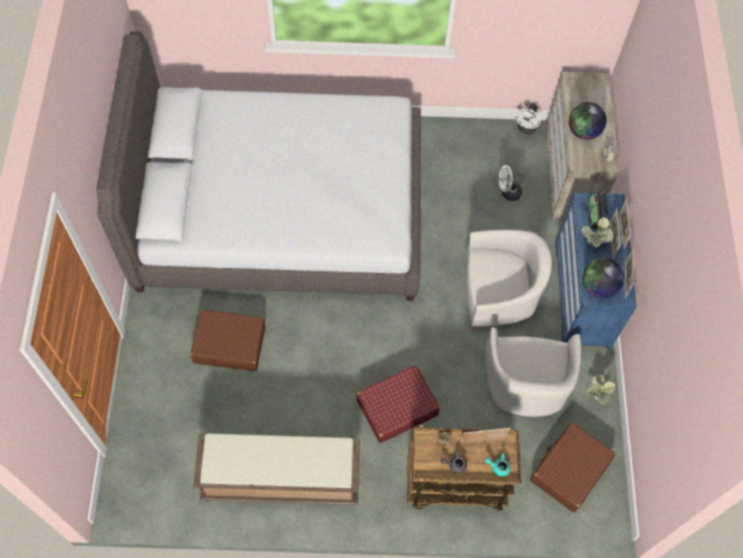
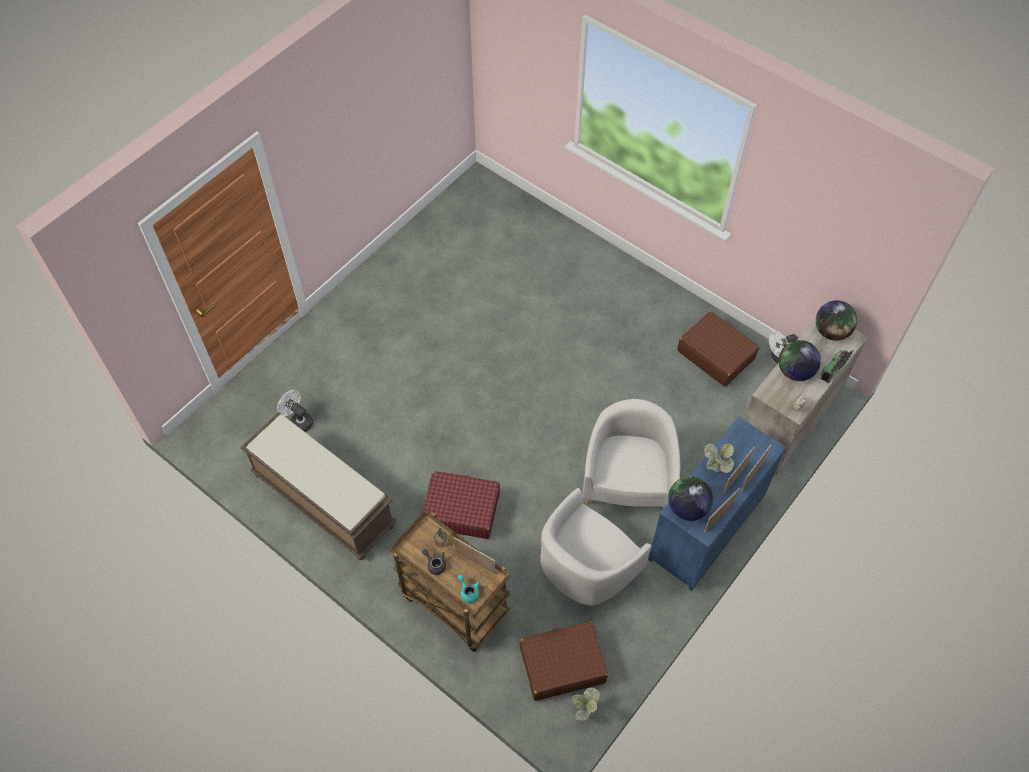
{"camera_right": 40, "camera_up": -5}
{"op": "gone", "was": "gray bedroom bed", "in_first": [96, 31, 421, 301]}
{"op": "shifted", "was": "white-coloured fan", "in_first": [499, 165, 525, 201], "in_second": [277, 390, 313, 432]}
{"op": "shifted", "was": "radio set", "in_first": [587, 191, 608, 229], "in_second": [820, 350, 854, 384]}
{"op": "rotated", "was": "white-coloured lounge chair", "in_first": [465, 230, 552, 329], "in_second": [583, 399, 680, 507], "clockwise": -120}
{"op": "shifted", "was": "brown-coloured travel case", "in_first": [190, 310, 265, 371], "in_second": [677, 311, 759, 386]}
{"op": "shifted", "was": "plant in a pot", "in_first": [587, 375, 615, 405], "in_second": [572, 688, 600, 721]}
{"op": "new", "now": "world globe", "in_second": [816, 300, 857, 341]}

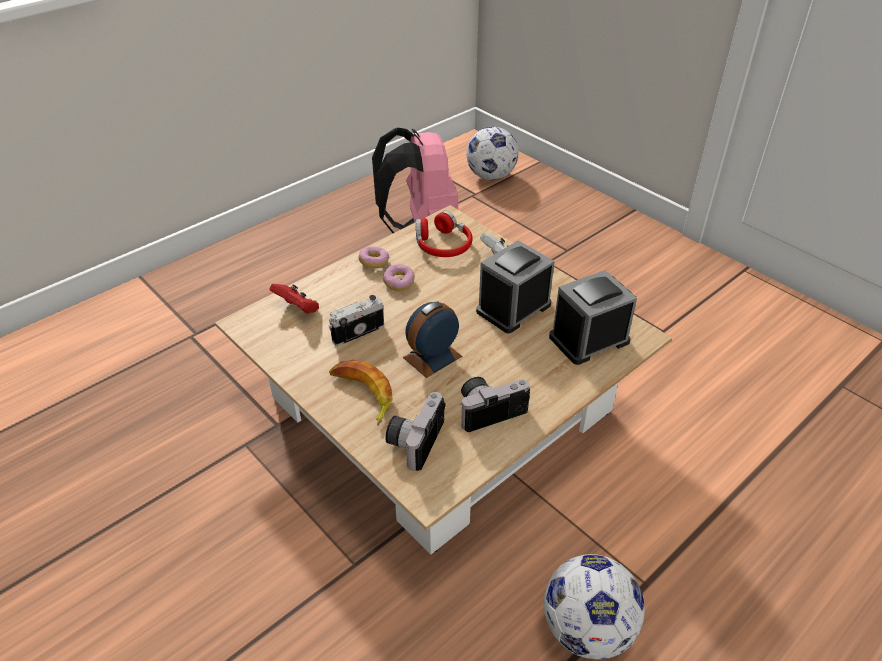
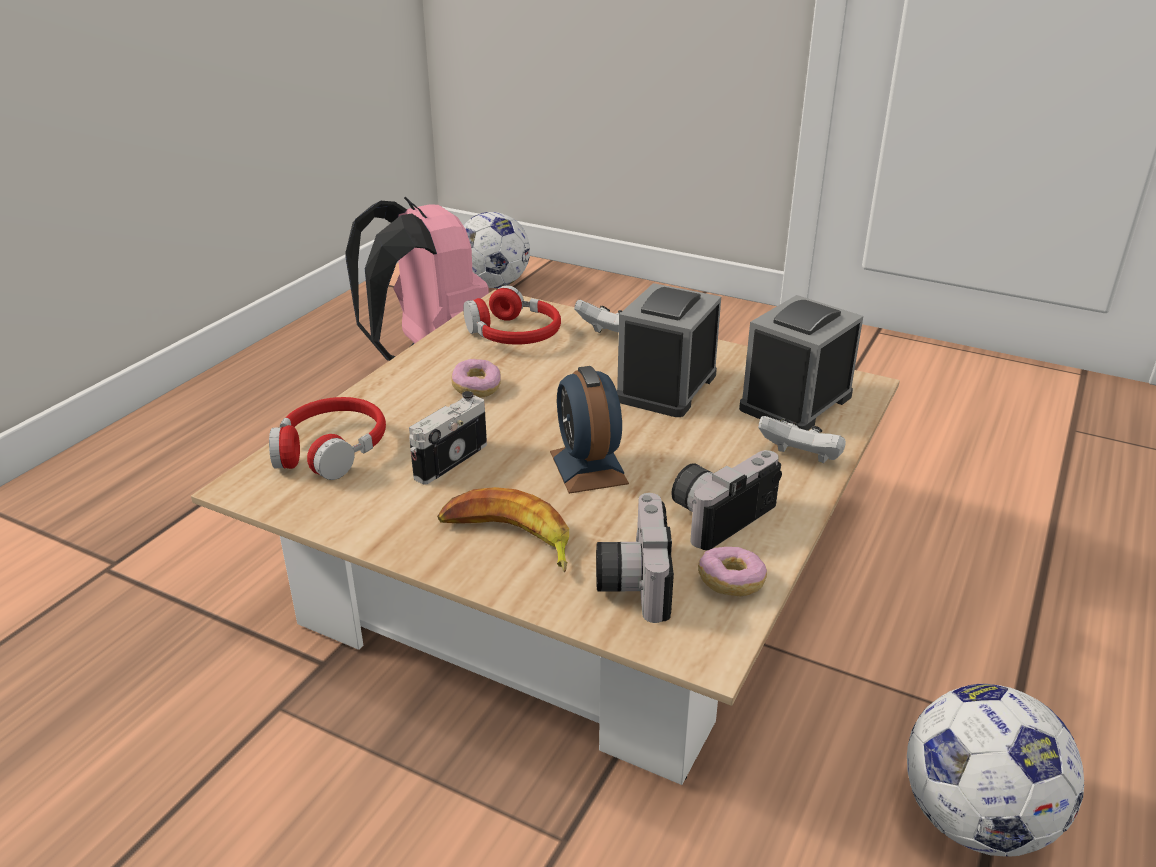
{"camera_right": -20, "camera_up": -10}
{"op": "shifted", "was": "ring doughnut", "in_first": [359, 246, 389, 268], "in_second": [698, 547, 767, 596]}
{"op": "swapped", "was": "red-coloured joypad", "now": "red-coloured headset", "in_first": [270, 284, 319, 314], "in_second": [269, 397, 386, 480]}
{"op": "rotated", "was": "bedside clock", "in_first": [403, 301, 462, 378], "in_second": [550, 366, 629, 494], "clockwise": -45}
{"op": "new", "now": "white-coloured joypad", "in_second": [758, 416, 846, 463]}

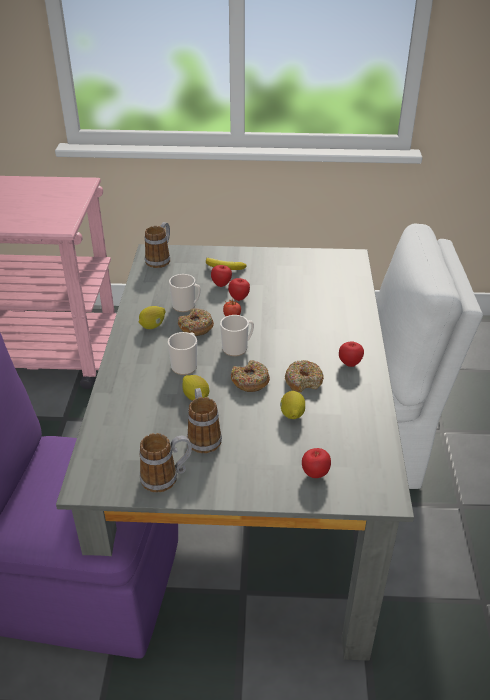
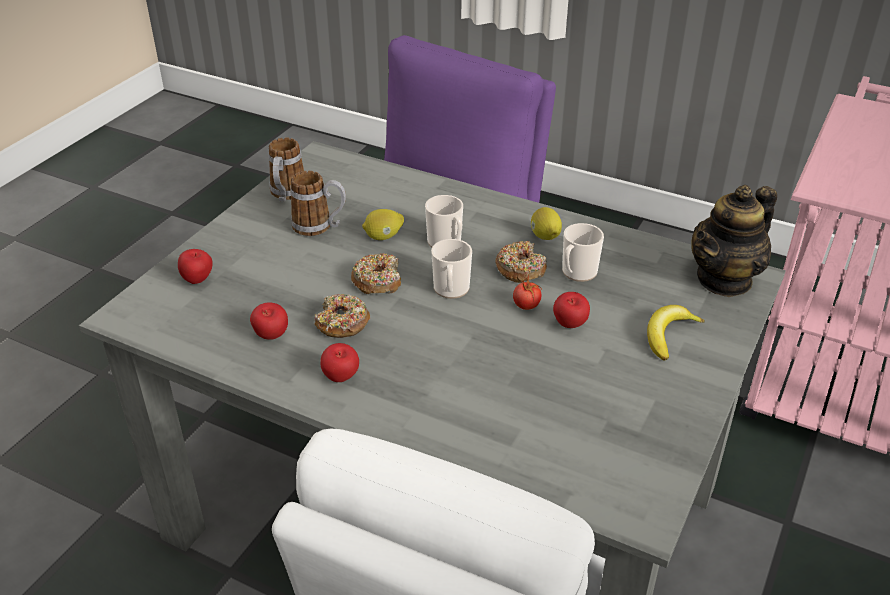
{"camera_right": 115, "camera_up": 0}
{"op": "swapped", "was": "coffee mug", "now": "teapot", "in_first": [145, 222, 170, 268], "in_second": [691, 185, 777, 297]}
{"op": "shifted", "was": "apple fruit", "in_first": [211, 265, 232, 287], "in_second": [250, 303, 288, 340]}
{"op": "gone", "was": "whole lemon", "in_first": [280, 391, 305, 419]}

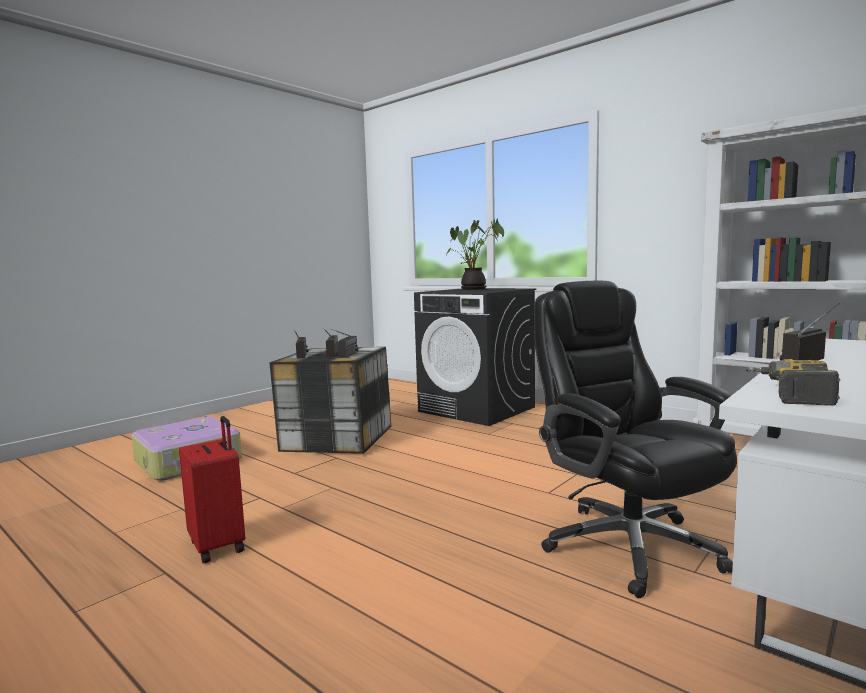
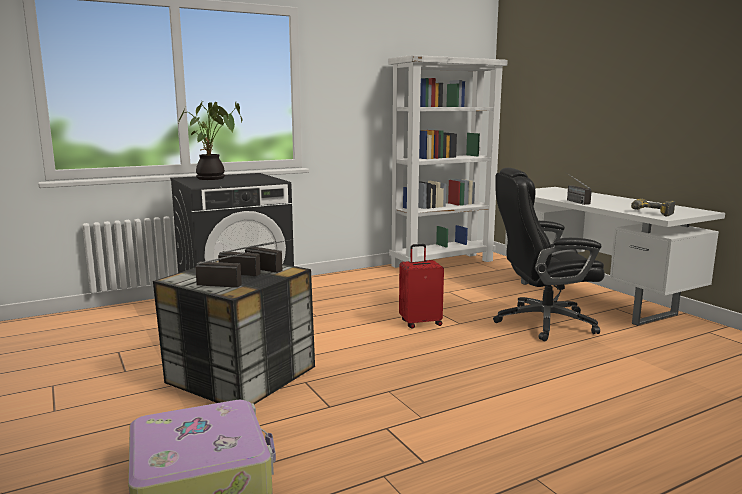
{"camera_right": -70, "camera_up": 5}
{"op": "shifted", "was": "red-coloured travel case", "in_first": [179, 416, 245, 563], "in_second": [399, 244, 444, 329]}

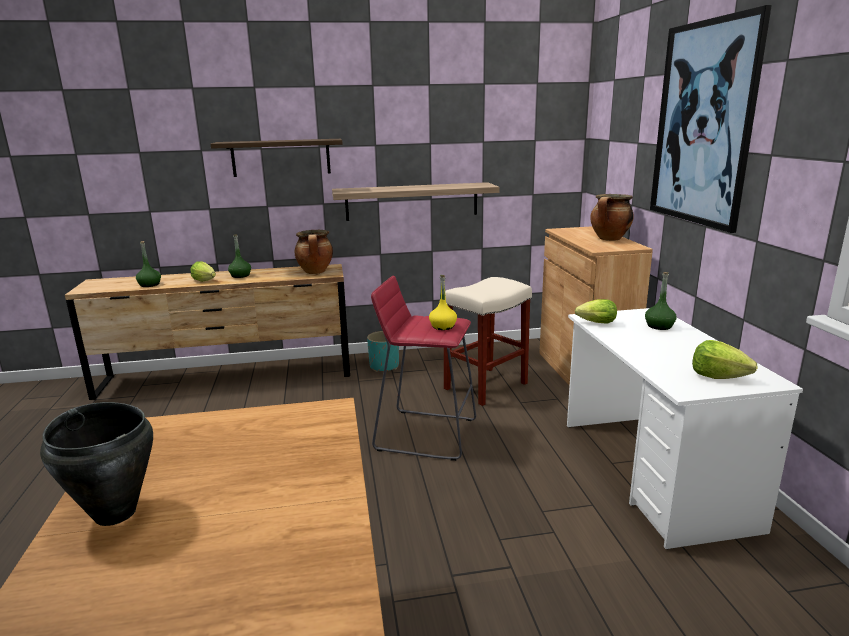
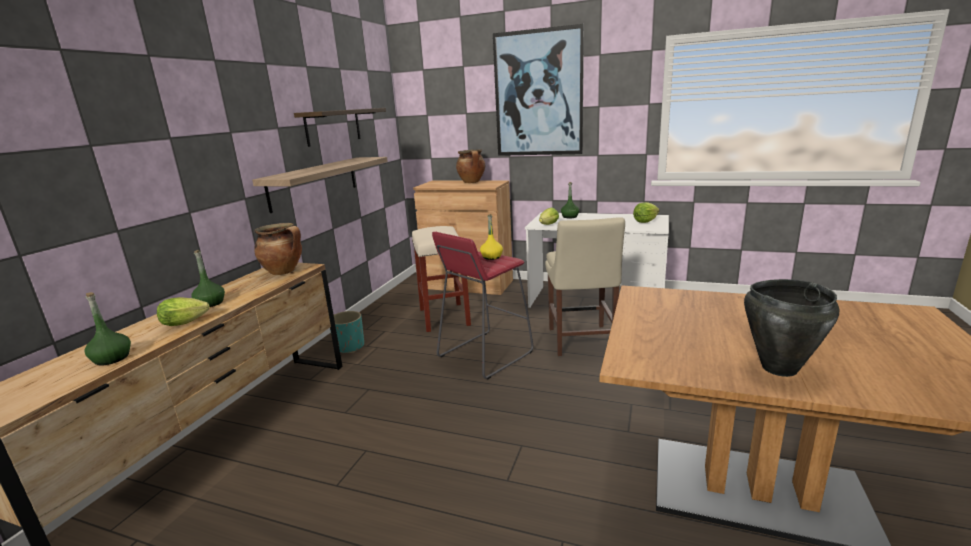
{"camera_right": -60, "camera_up": 0}
{"op": "shifted", "was": "shelf", "in_first": [210, 139, 343, 177], "in_second": [294, 108, 386, 147]}
{"op": "new", "now": "beige upright chair", "in_second": [545, 217, 625, 356]}

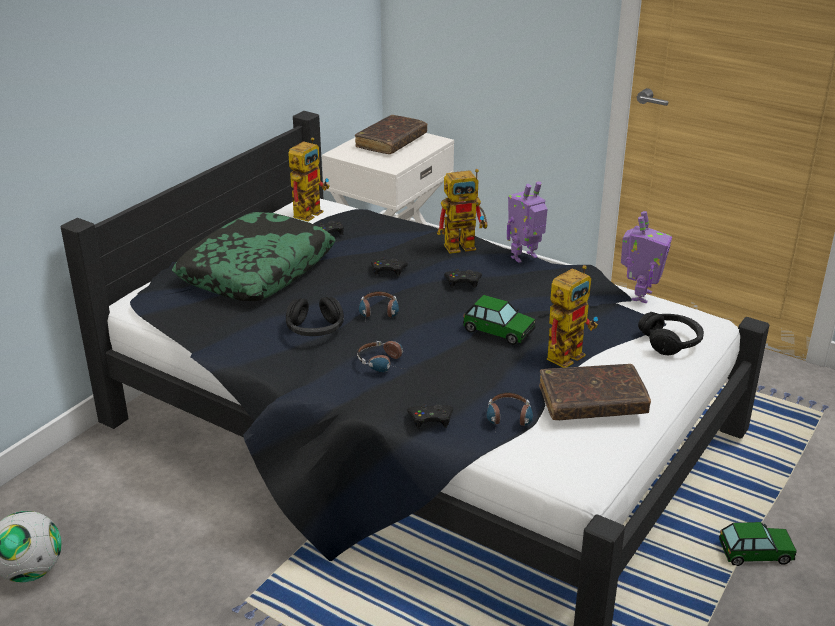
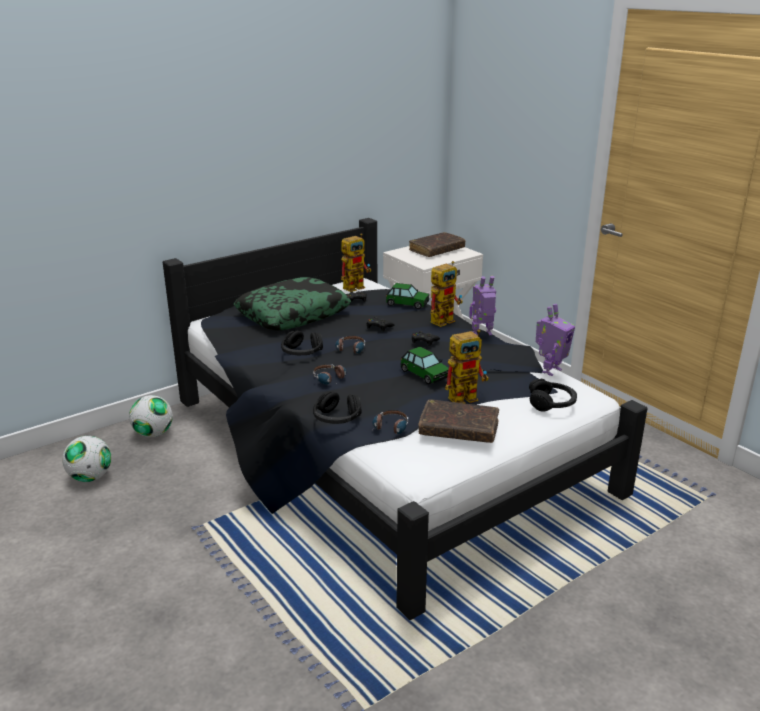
{"camera_right": 20, "camera_up": -5}
{"op": "rotated", "was": "model robot", "in_first": [437, 169, 487, 254], "in_second": [430, 261, 463, 327], "clockwise": -45}
{"op": "swapped", "was": "blackish joypad", "now": "blackish headset", "in_first": [407, 404, 453, 429], "in_second": [313, 392, 361, 424]}
{"op": "shifted", "was": "model car", "in_first": [719, 522, 797, 566], "in_second": [386, 283, 429, 309]}
{"op": "new", "now": "football", "in_second": [129, 395, 173, 437]}

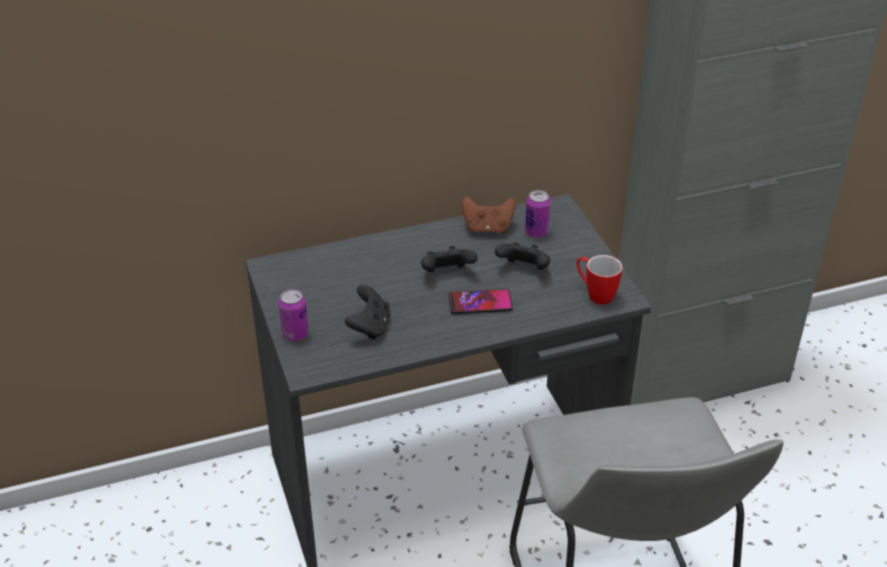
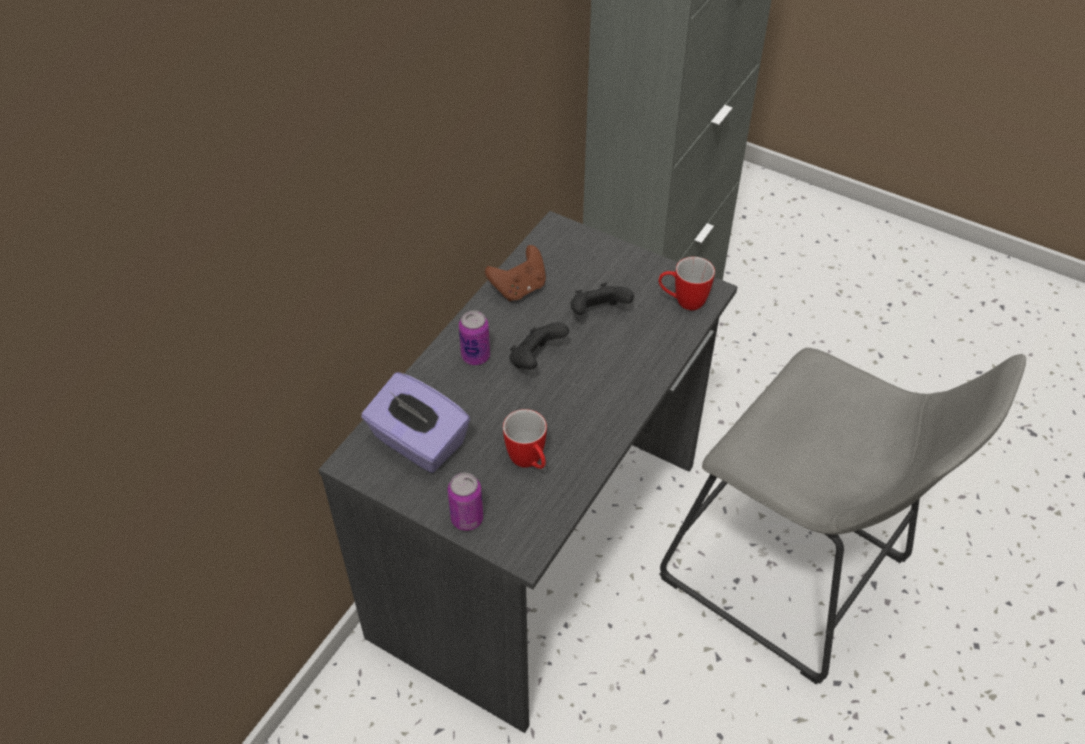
{"camera_right": -40, "camera_up": 10}
{"op": "shifted", "was": "can", "in_first": [525, 190, 551, 238], "in_second": [459, 310, 490, 365]}
{"op": "swapped", "was": "blackish joypad", "now": "coffee mug", "in_first": [345, 285, 390, 340], "in_second": [503, 409, 547, 469]}
{"op": "gone", "was": "handset", "in_first": [448, 289, 513, 314]}
{"op": "new", "now": "purple tissue holder", "in_second": [361, 372, 470, 473]}

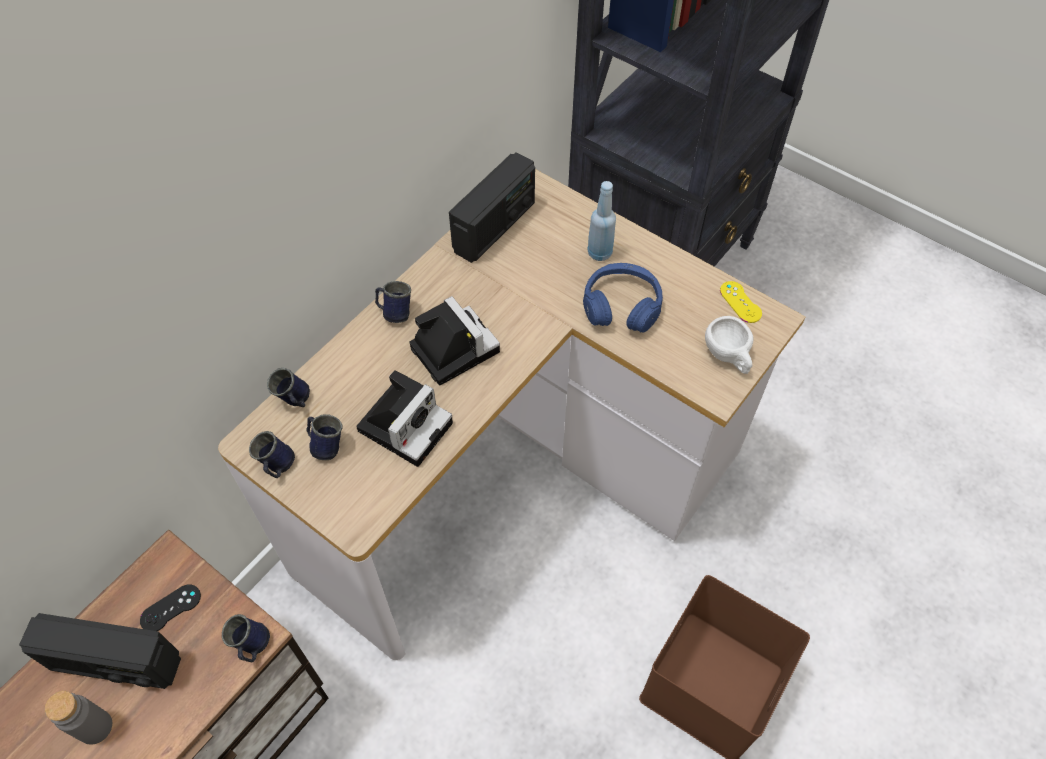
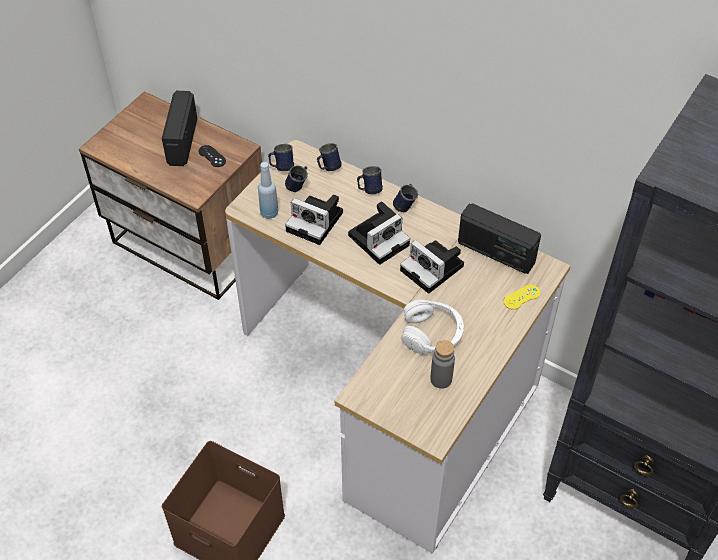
{"camera_right": 85, "camera_up": -5}
{"op": "shifted", "was": "blue beverage bottle", "in_first": [587, 181, 616, 261], "in_second": [258, 162, 278, 219]}
{"op": "repainted", "was": "blue headset", "now": "white-coloured headset", "in_first": [583, 263, 663, 333], "in_second": [401, 300, 464, 354]}
{"op": "shifted", "was": "yellowish joypad", "in_first": [720, 281, 762, 323], "in_second": [504, 285, 540, 310]}
{"op": "gone", "was": "white-coloured small cup", "in_first": [705, 316, 753, 374]}
{"op": "shifted", "was": "blue coffee mug", "in_first": [222, 614, 270, 662], "in_second": [357, 166, 383, 194]}
{"op": "shifted", "was": "gray beverage bottle", "in_first": [45, 691, 112, 745], "in_second": [430, 340, 455, 389]}
{"op": "new", "now": "still camera", "in_second": [400, 240, 464, 294]}

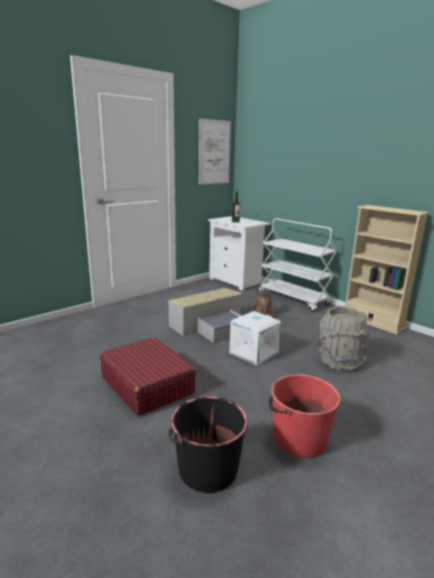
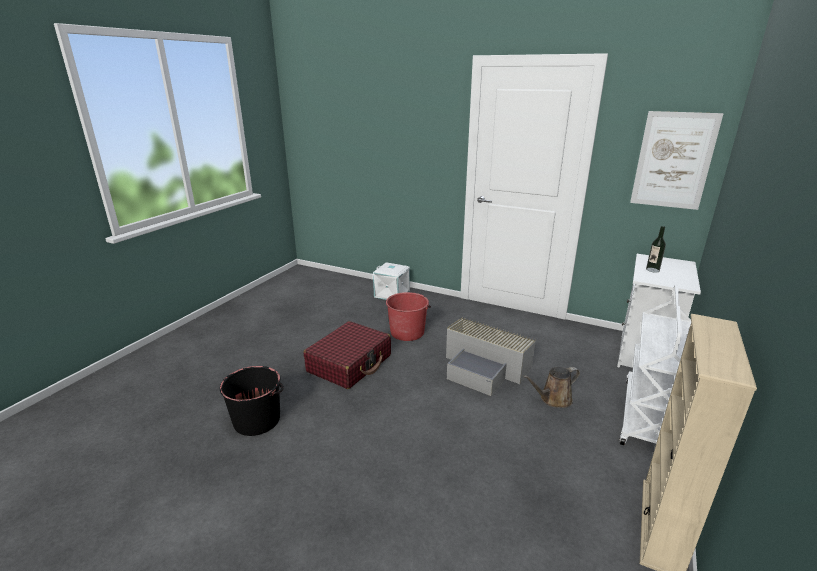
{"camera_right": 70, "camera_up": 5}
{"op": "gone", "was": "gray pail", "in_first": [317, 306, 369, 371]}
{"op": "shifted", "was": "white-coloured storage bin", "in_first": [229, 311, 281, 366], "in_second": [373, 262, 410, 300]}
{"op": "shifted", "was": "red-coloured pail", "in_first": [268, 374, 341, 458], "in_second": [386, 292, 431, 341]}

